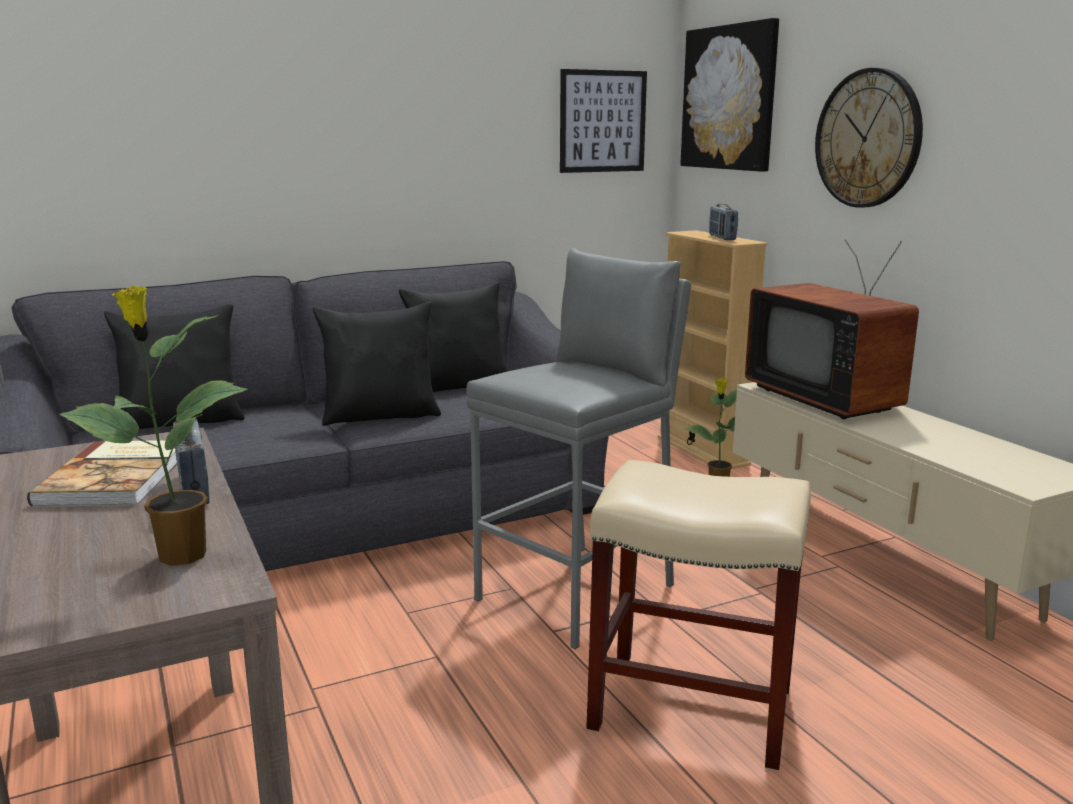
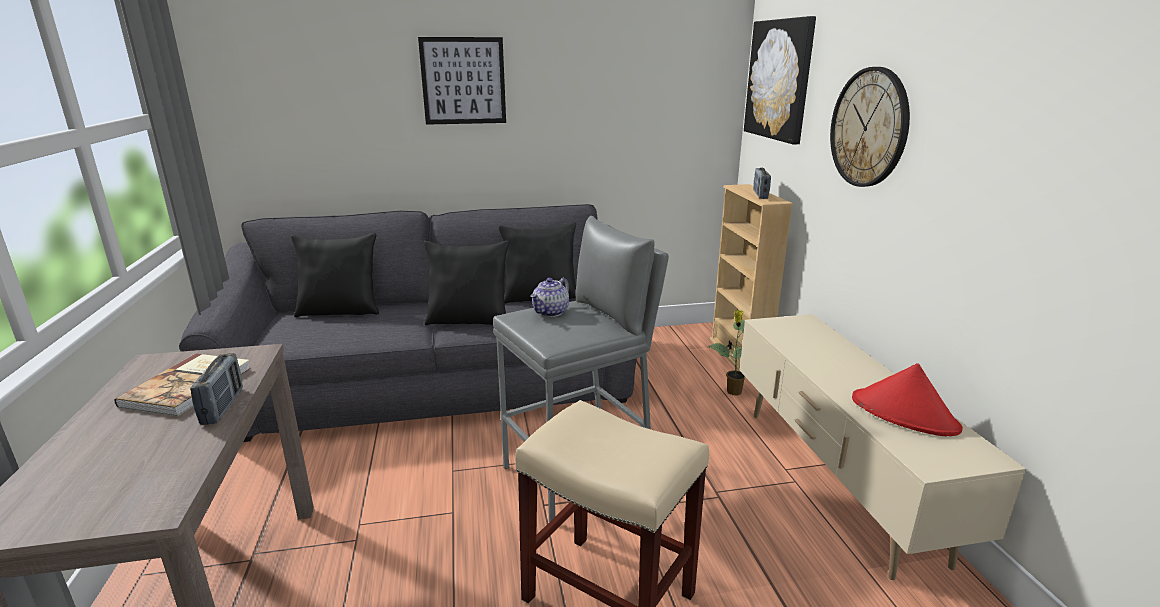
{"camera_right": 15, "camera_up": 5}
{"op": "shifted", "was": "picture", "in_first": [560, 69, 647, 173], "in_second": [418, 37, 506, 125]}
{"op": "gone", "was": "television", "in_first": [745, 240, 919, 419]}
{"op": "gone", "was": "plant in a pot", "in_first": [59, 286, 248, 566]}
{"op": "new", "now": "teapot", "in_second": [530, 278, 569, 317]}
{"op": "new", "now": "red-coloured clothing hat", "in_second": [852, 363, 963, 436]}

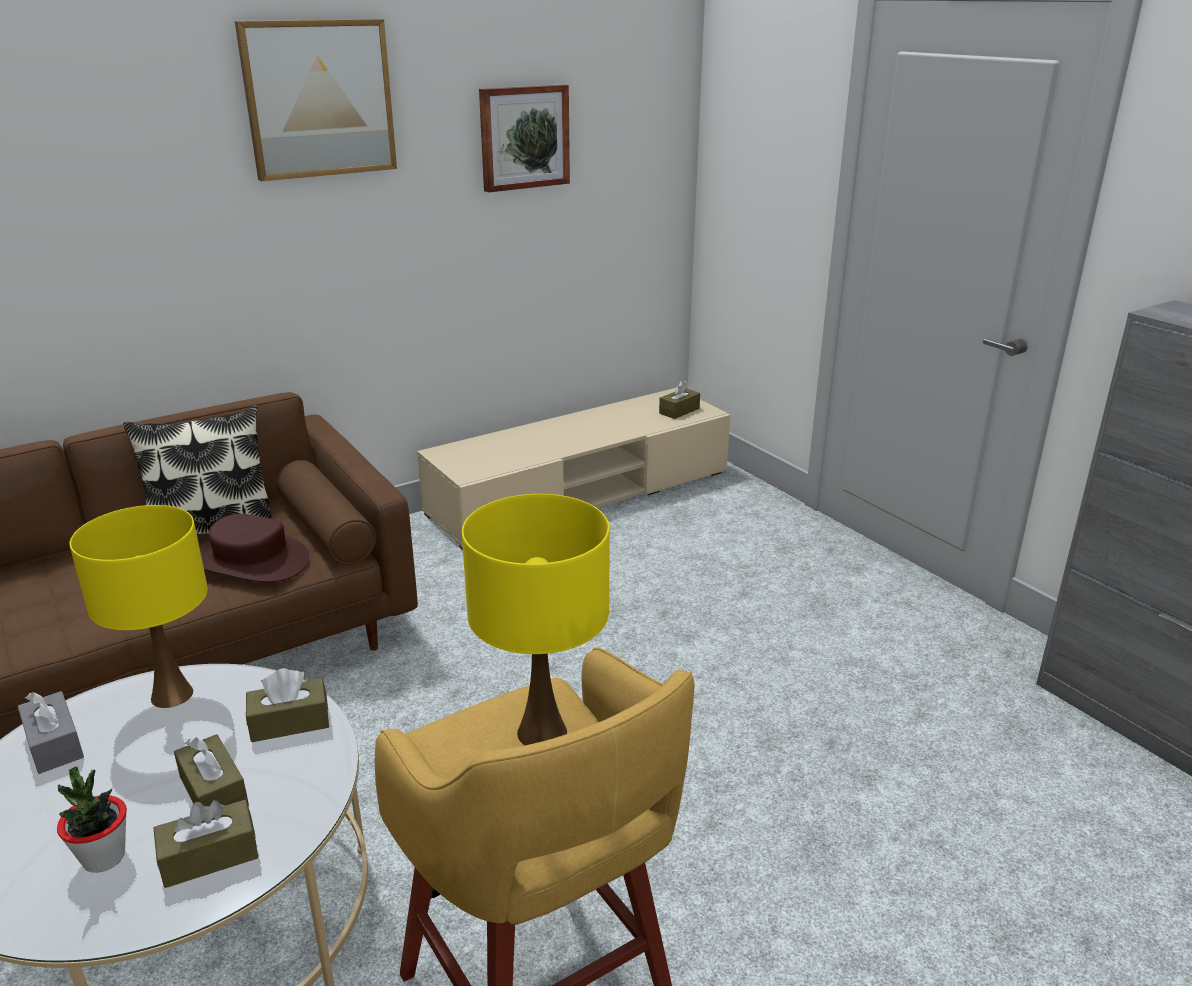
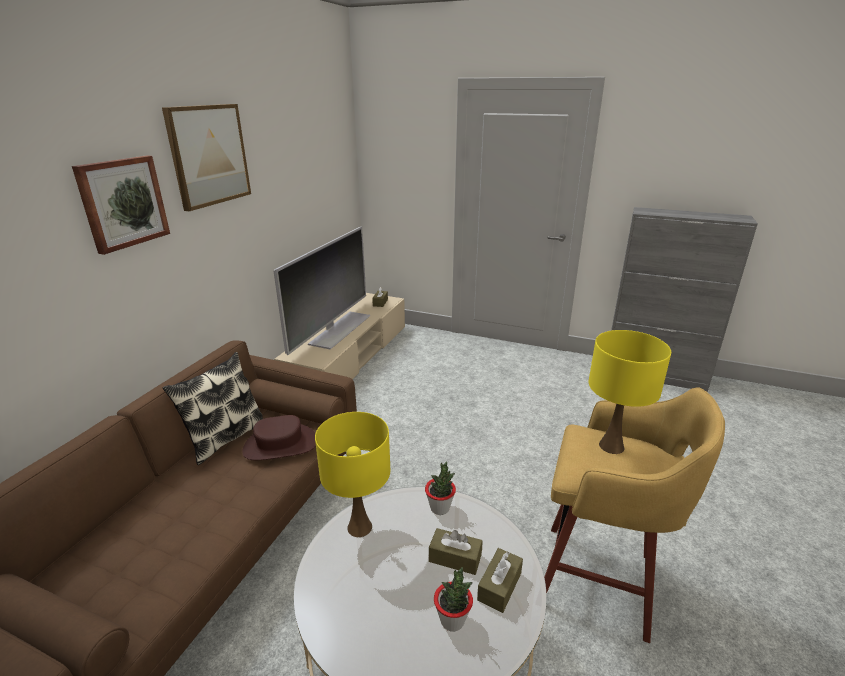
{"camera_right": -35, "camera_up": 0}
{"op": "shifted", "was": "picture", "in_first": [479, 84, 570, 193], "in_second": [72, 155, 170, 255]}
{"op": "swapped", "was": "brown-coloured tissue holder", "now": "plant in a pot", "in_first": [246, 668, 329, 742], "in_second": [425, 461, 456, 515]}
{"op": "gone", "was": "gray tissue holder", "in_first": [18, 691, 84, 774]}
{"op": "new", "now": "television", "in_second": [273, 226, 371, 355]}

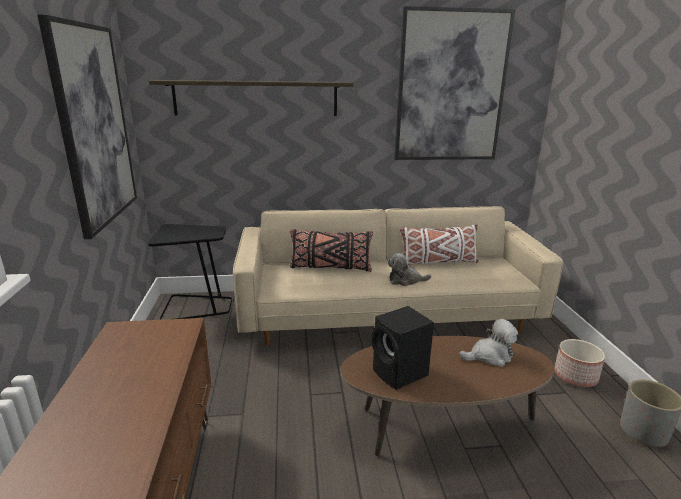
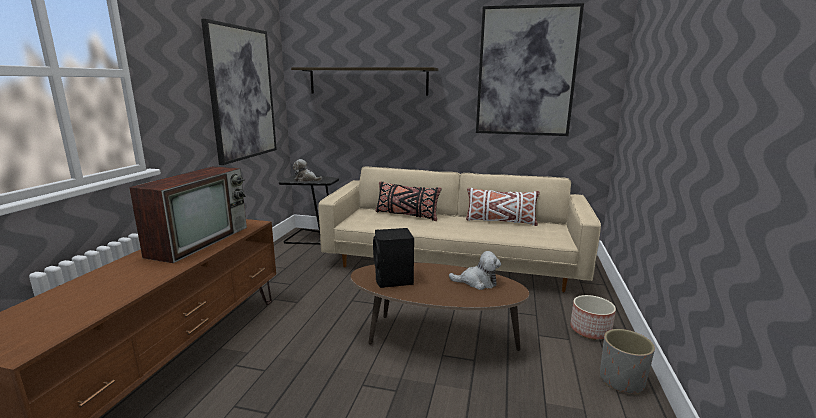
{"camera_right": 20, "camera_up": -5}
{"op": "shifted", "was": "soft toy", "in_first": [388, 253, 431, 286], "in_second": [293, 159, 322, 182]}
{"op": "new", "now": "television", "in_second": [129, 166, 247, 263]}

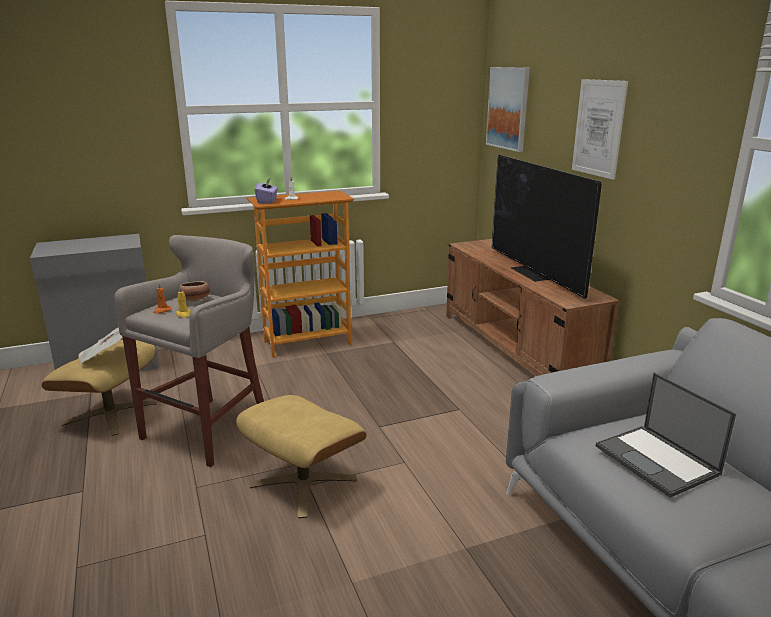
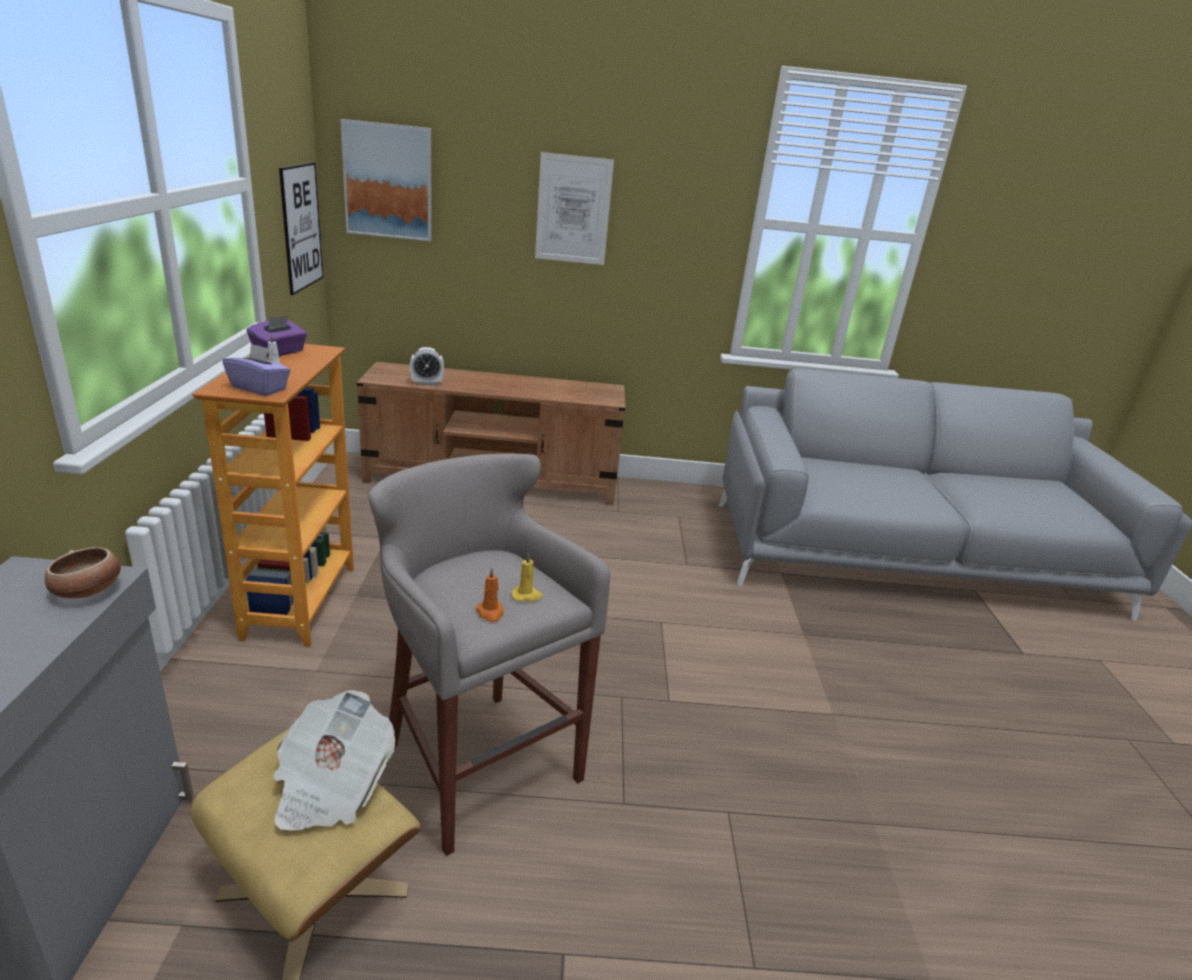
{"camera_right": -70, "camera_up": 5}
{"op": "gone", "was": "television", "in_first": [492, 154, 602, 298]}
{"op": "shifted", "was": "bowl", "in_first": [179, 281, 210, 301], "in_second": [45, 547, 121, 598]}
{"op": "gone", "was": "notebook computer", "in_first": [596, 372, 736, 498]}
{"op": "gone", "was": "beige pouffe", "in_first": [236, 395, 367, 519]}
{"op": "new", "now": "picture", "in_second": [279, 162, 324, 295]}
{"op": "new", "now": "purple tissue holder", "in_second": [247, 315, 307, 358]}
{"op": "new", "now": "bedside clock", "in_second": [410, 347, 444, 385]}

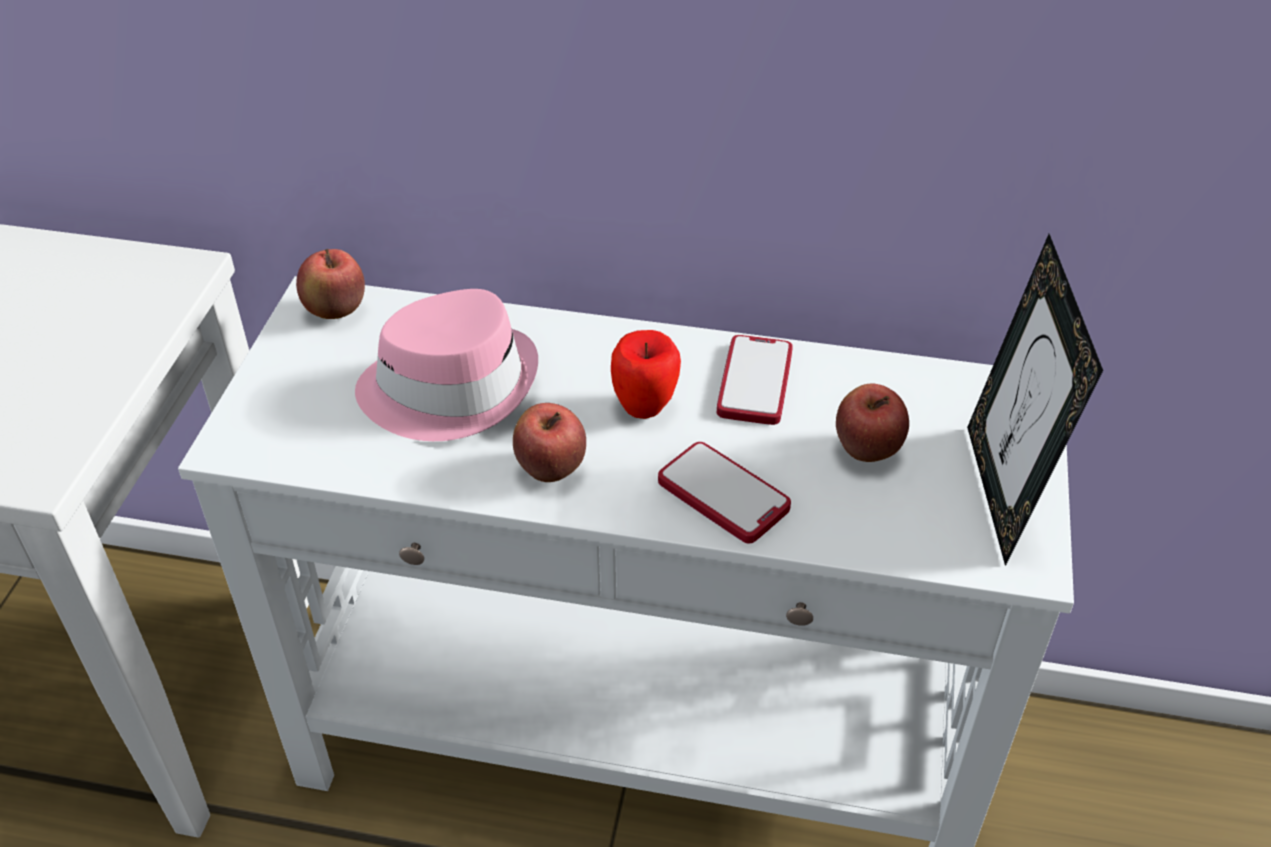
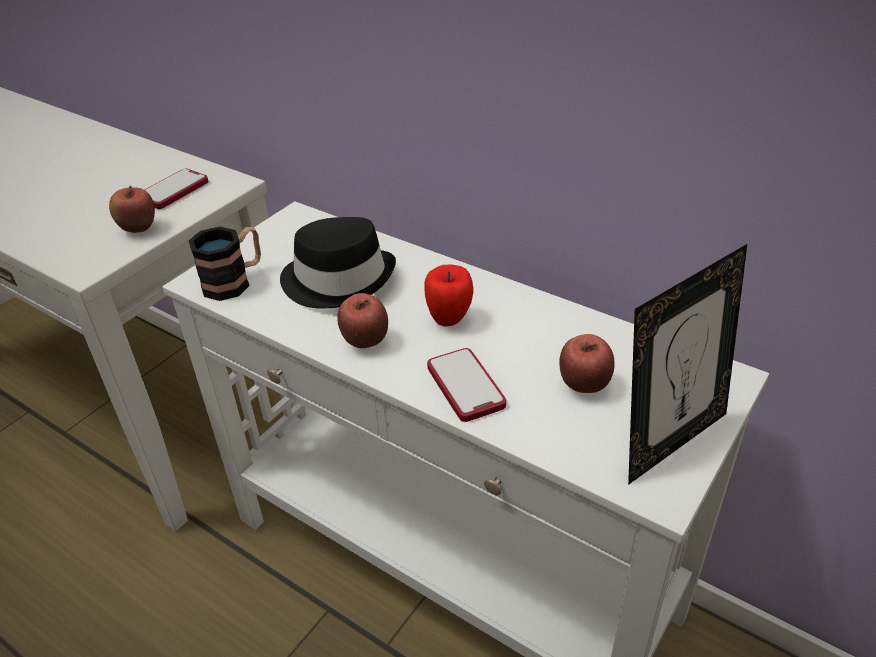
{"camera_right": 25, "camera_up": -5}
{"op": "rotated", "was": "standing frame", "in_first": [967, 234, 1103, 566], "in_second": [628, 244, 747, 485], "clockwise": -150}
{"op": "shifted", "was": "apple fruit", "in_first": [296, 249, 365, 319], "in_second": [109, 186, 155, 233]}
{"op": "repainted", "was": "pink clothing hat", "now": "blackish clothing hat", "in_first": [355, 289, 538, 441], "in_second": [280, 217, 396, 309]}
{"op": "shifted", "was": "handset", "in_first": [717, 335, 793, 425], "in_second": [144, 168, 208, 209]}
{"op": "new", "now": "coffee mug", "in_second": [189, 226, 261, 301]}

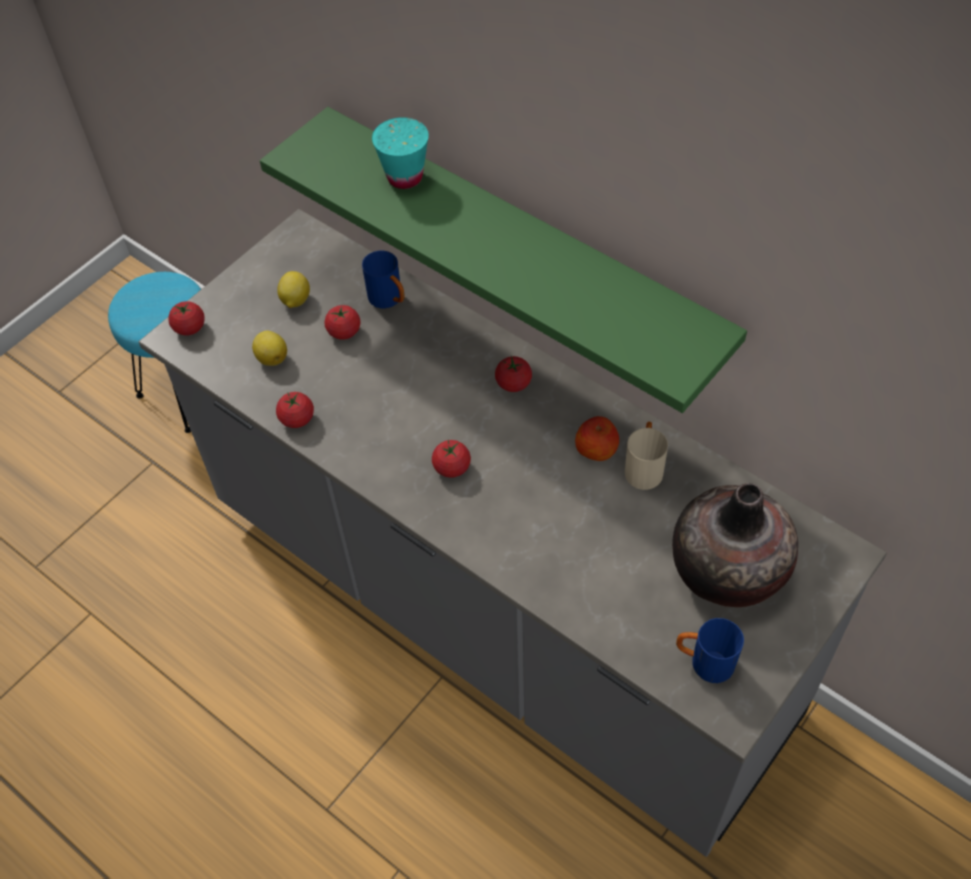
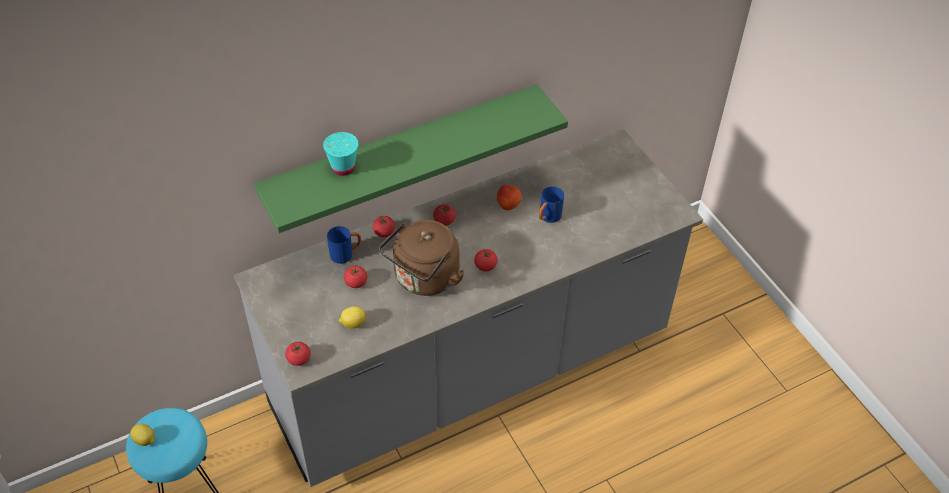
{"camera_right": -70, "camera_up": -5}
{"op": "shifted", "was": "whole lemon", "in_first": [277, 271, 310, 308], "in_second": [130, 424, 155, 446]}
{"op": "shifted", "was": "fresh tomato", "in_first": [276, 392, 314, 428], "in_second": [373, 216, 395, 237]}
{"op": "gone", "was": "beige coffee mug", "in_first": [625, 422, 668, 490]}
{"op": "gone", "was": "vase", "in_first": [672, 483, 798, 607]}
{"op": "shifted", "was": "blue coffee mug", "in_first": [676, 618, 744, 683], "in_second": [539, 186, 564, 223]}
{"op": "new", "now": "brown-coloured kettle", "in_second": [379, 220, 465, 296]}

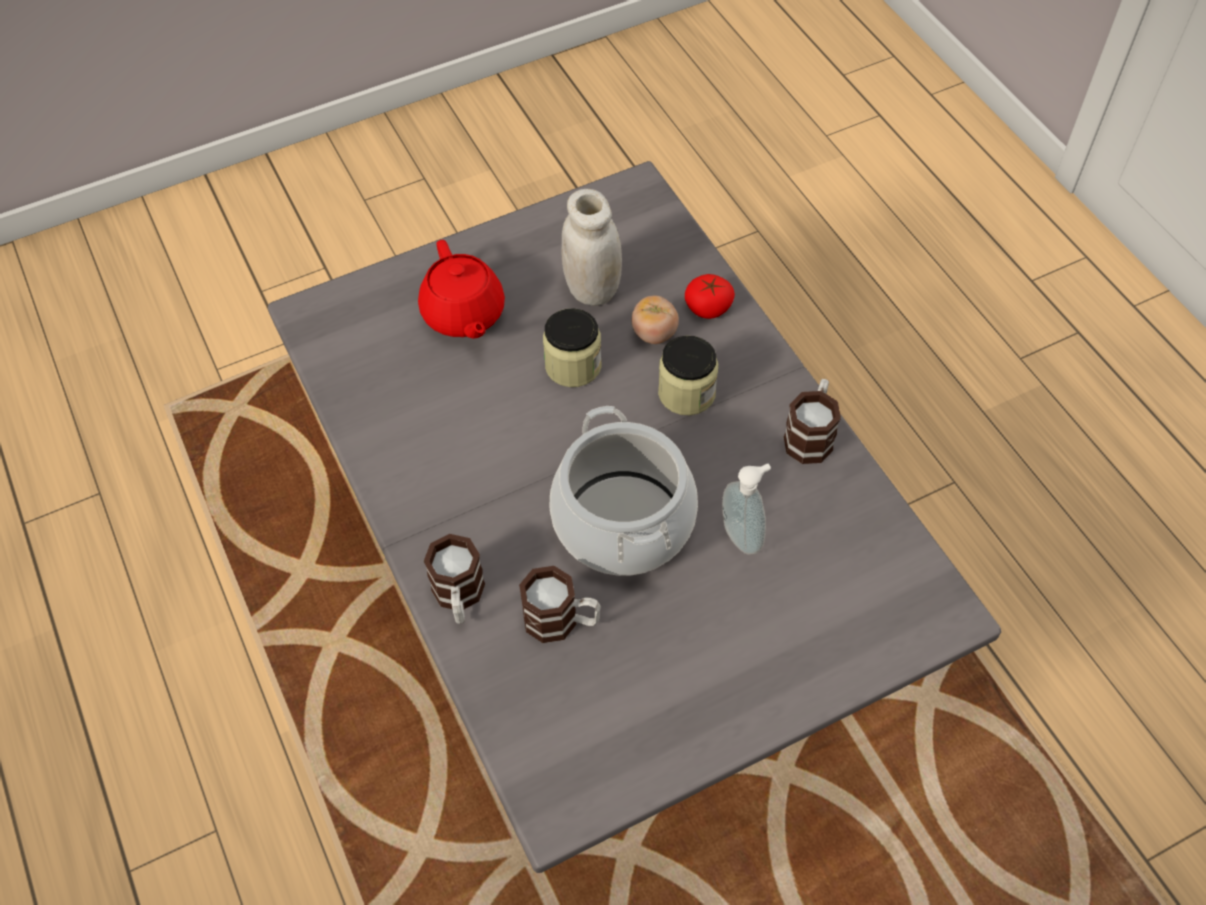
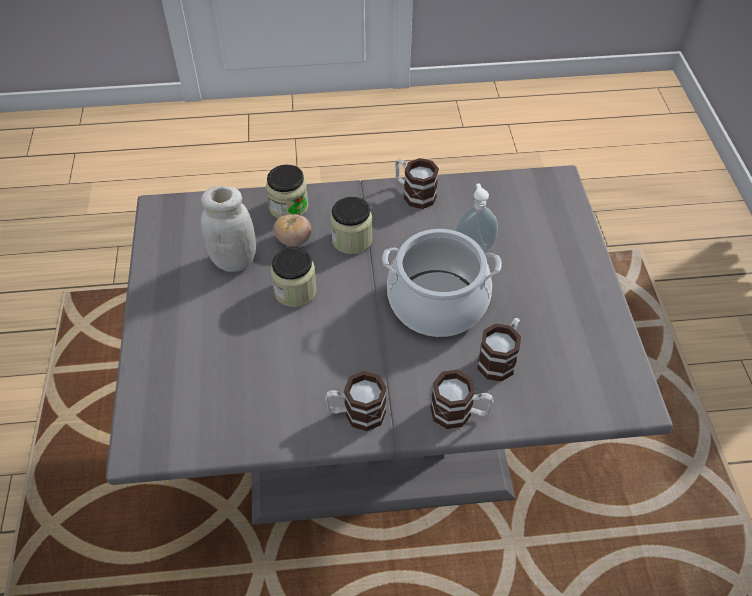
{"camera_right": -70, "camera_up": -5}
{"op": "gone", "was": "red-coloured teapot", "in_first": [418, 240, 505, 339]}
{"op": "swapped", "was": "fresh tomato", "now": "preserve jar", "in_first": [685, 274, 735, 319], "in_second": [266, 165, 308, 219]}
{"op": "new", "now": "coffee mug", "in_second": [325, 371, 387, 431]}

